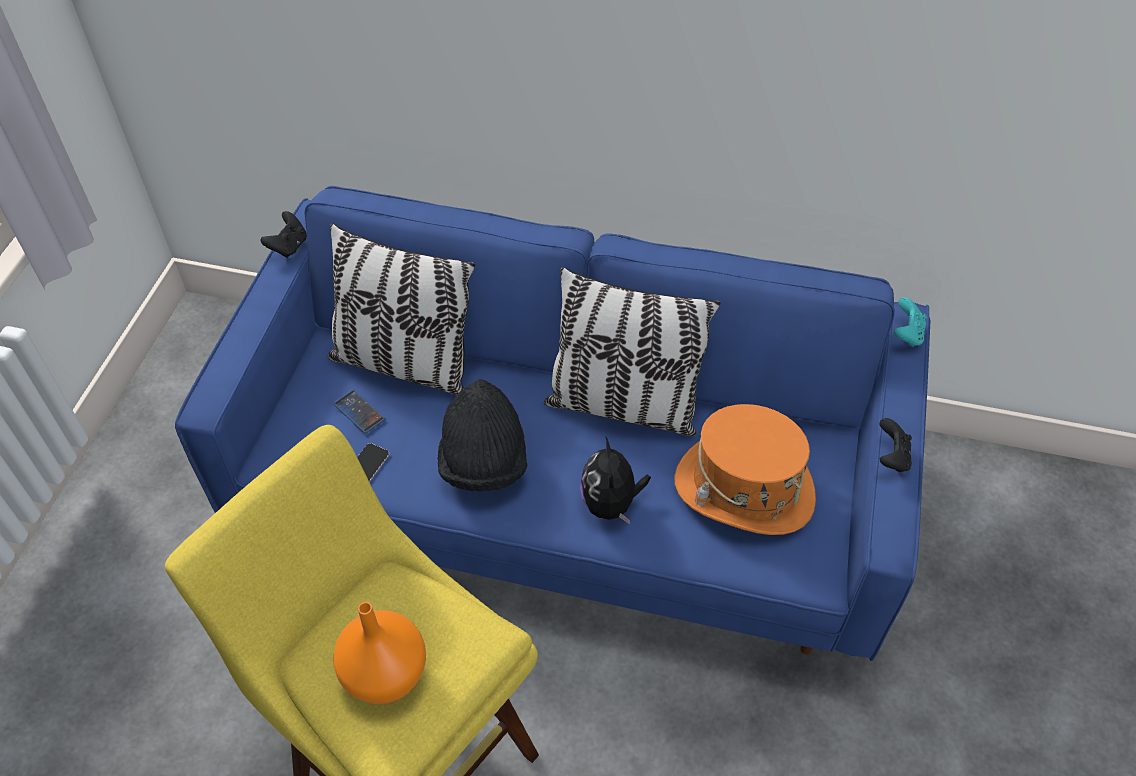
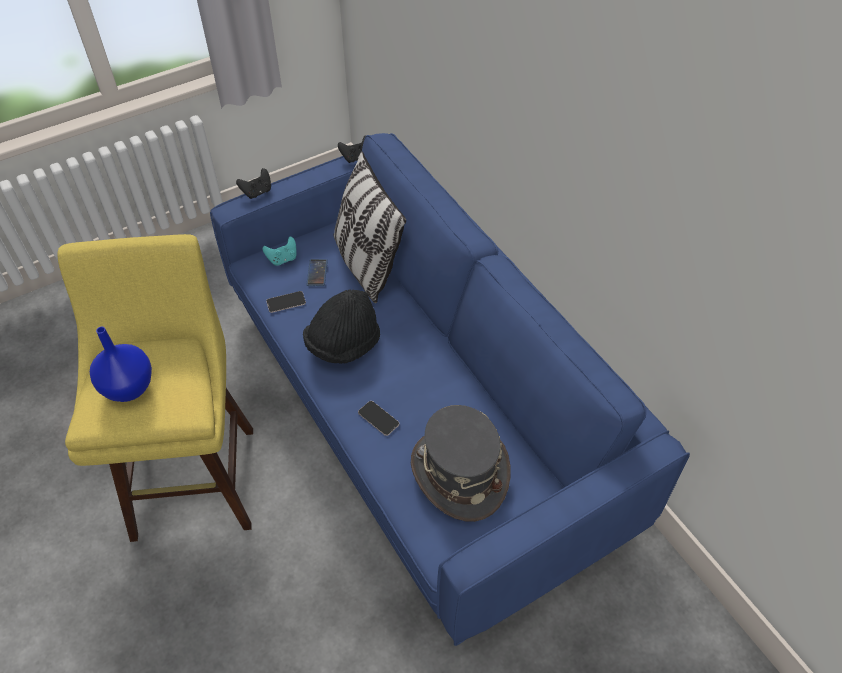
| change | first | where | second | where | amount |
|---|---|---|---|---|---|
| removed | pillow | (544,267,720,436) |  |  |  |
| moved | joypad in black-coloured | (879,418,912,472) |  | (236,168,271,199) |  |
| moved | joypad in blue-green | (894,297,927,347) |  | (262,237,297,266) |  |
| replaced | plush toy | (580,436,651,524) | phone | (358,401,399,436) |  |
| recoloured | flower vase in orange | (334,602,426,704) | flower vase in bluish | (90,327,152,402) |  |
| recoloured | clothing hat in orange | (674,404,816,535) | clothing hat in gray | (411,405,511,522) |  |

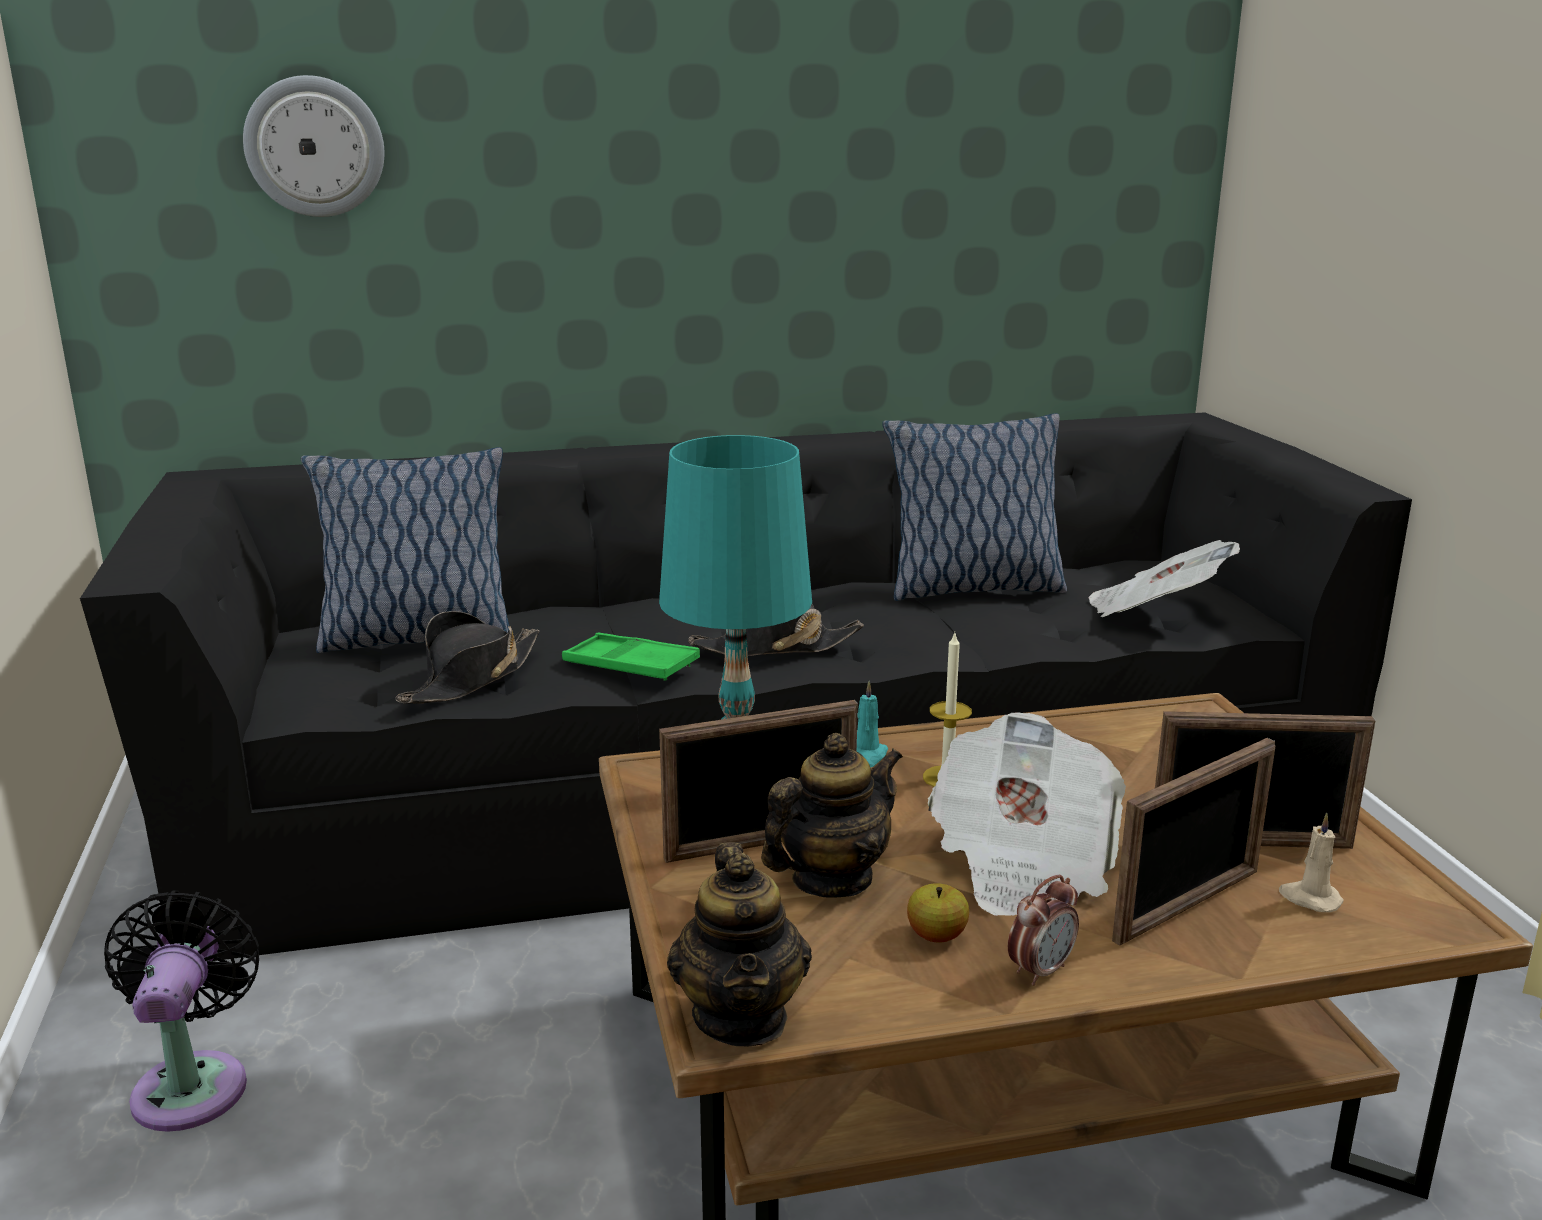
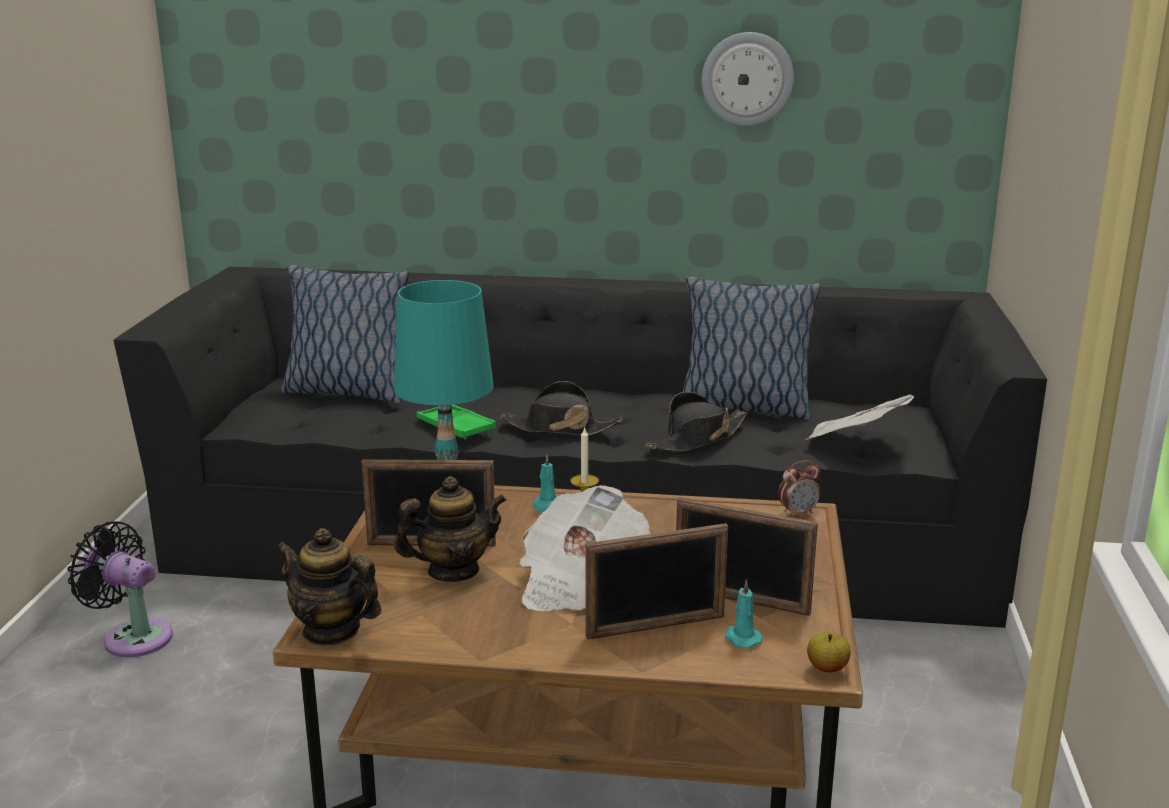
| change | first | where | second | where | amount |
|---|---|---|---|---|---|
| moved | hanging clock | (243,75,384,217) |  | (702,32,794,126) |  |
| moved | clothing hat in black-coloured | (395,611,540,704) |  | (645,392,747,451) |  |
| moved | apple fruit | (907,883,969,943) |  | (807,632,851,673) |  |
| moved | alarm clock | (1008,874,1079,986) |  | (778,460,821,517) |  |
| recoloured | wax light in beige-coloured | (1279,813,1344,912) | wax light in blue-green | (725,579,763,648) |  |
| turned | electric fan in black-coloured | (104,890,259,1132) |  | (67,521,173,657) | 75 degrees counterclockwise |
| turned | tea pot | (667,842,812,1047) |  | (276,528,381,646) | 105 degrees clockwise |

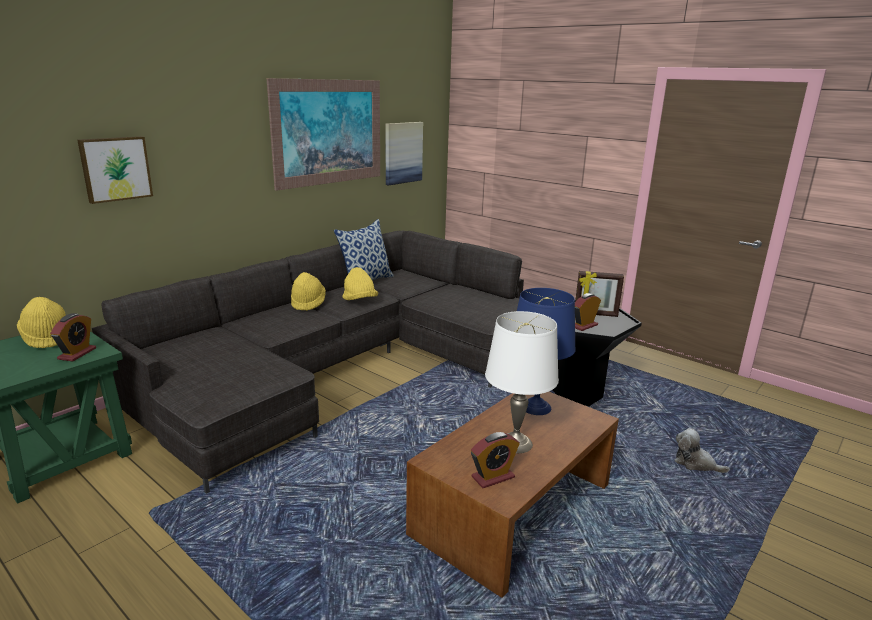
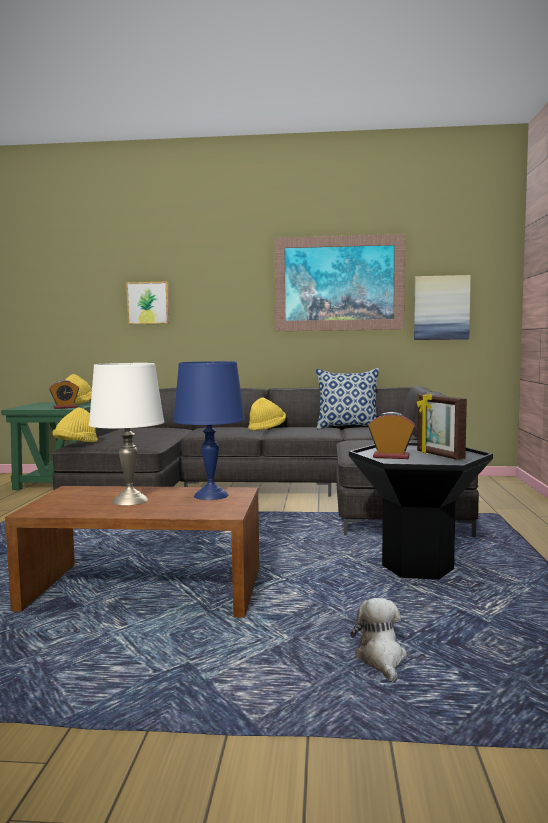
| change | first | where | second | where | amount |
|---|---|---|---|---|---|
| removed | alarm clock | (471,432,520,488) |  |  |  |
| moved | clothing hat in yellow | (343,267,378,300) |  | (52,408,98,442) |  |

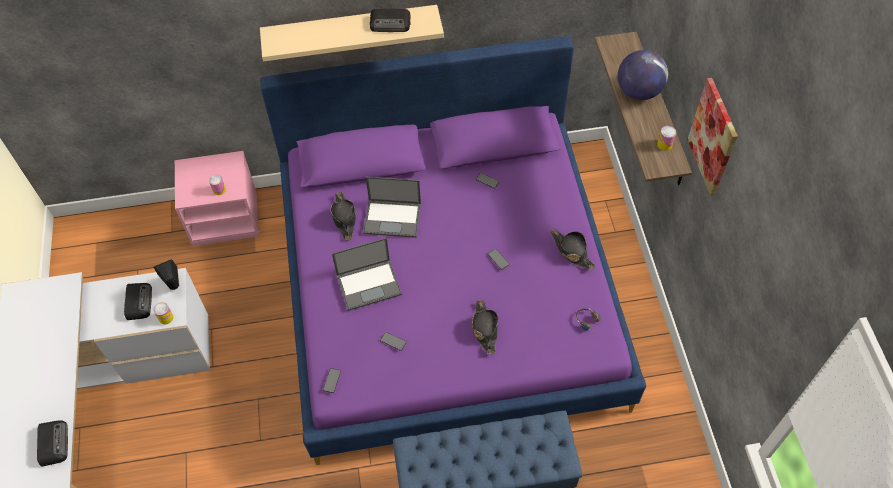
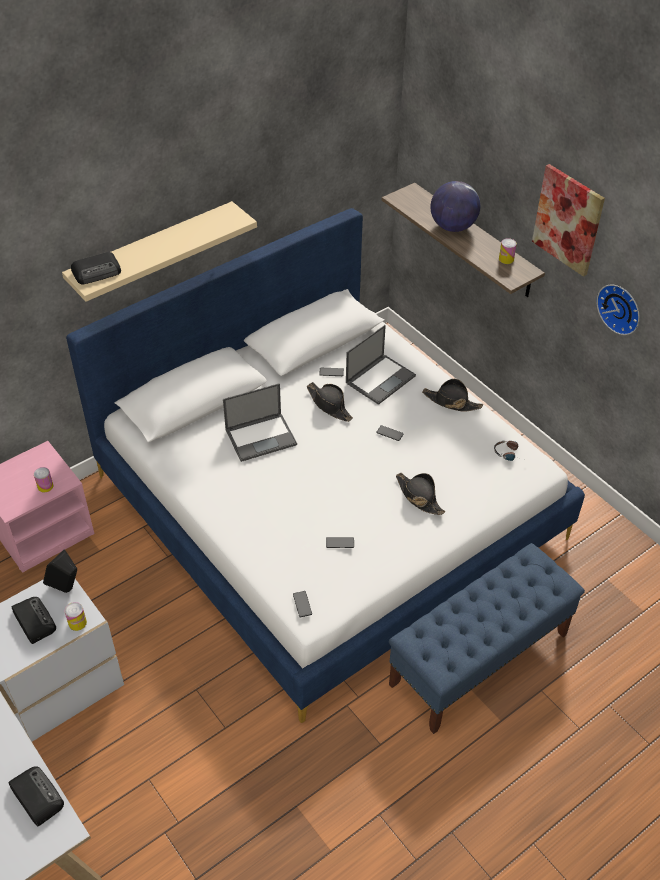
| change | first | where | second | where | amount |
|---|---|---|---|---|---|
| added |  |  | hanging clock | (597,284,640,335) |  |
| moved | clothing hat in black-coloured | (331,192,356,241) |  | (307,382,353,422) |  |
| moved | portable computer | (332,238,402,311) |  | (346,325,416,405) |  |
| moved | radio | (370,9,411,32) |  | (71,252,121,285) |  |
| recoloured | sleeping bed in purple-coloured | (260,36,646,465) | sleeping bed in white-coloured | (66,208,585,723) |  |

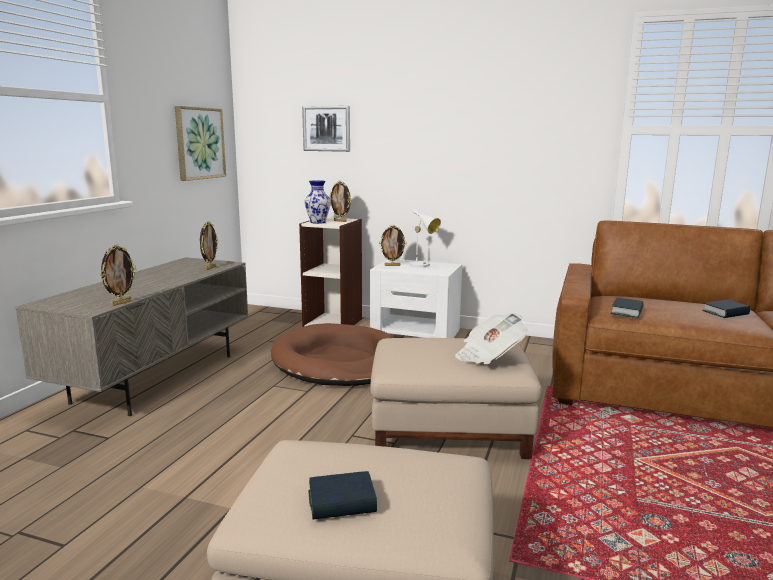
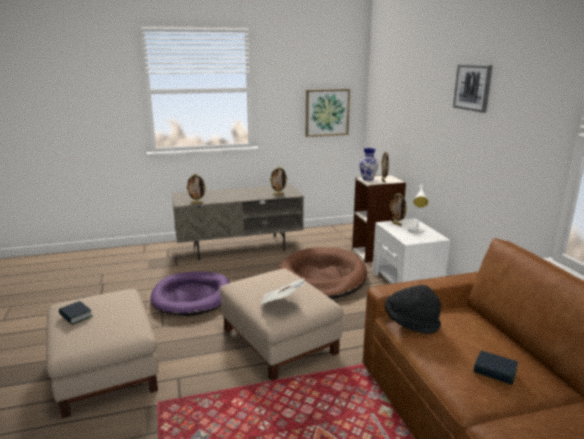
| change | first | where | second | where | amount |
|---|---|---|---|---|---|
| added |  |  | dog bed in purple-coloured | (150,271,230,316) |  |
| moved | picture | (302,106,350,152) |  | (453,64,493,113) |  |
| replaced | volume | (611,298,644,318) | clothing hat in black-coloured | (385,285,441,334) |  |

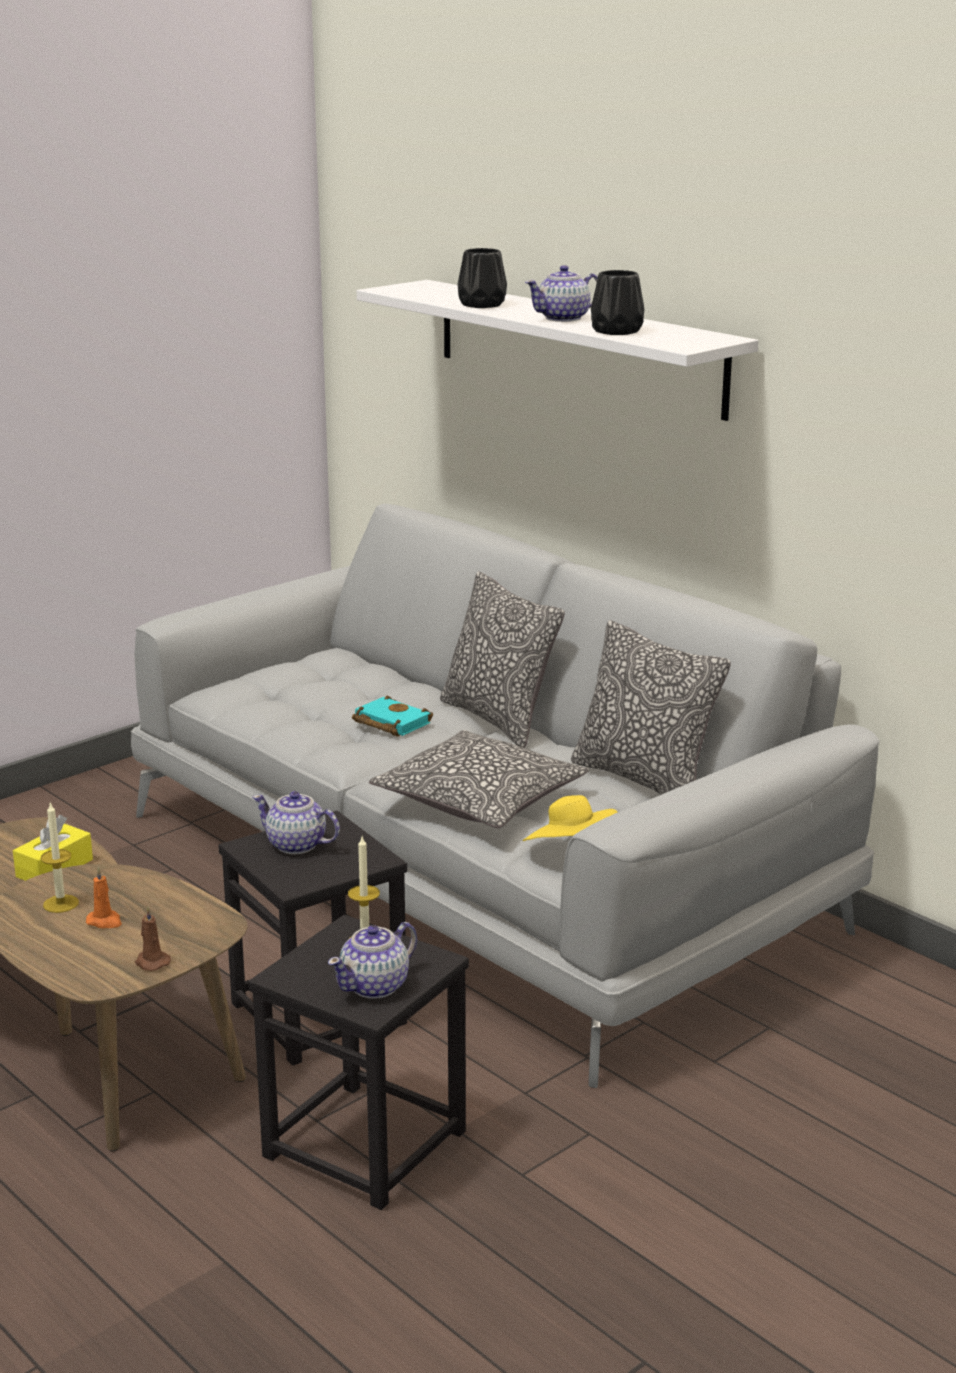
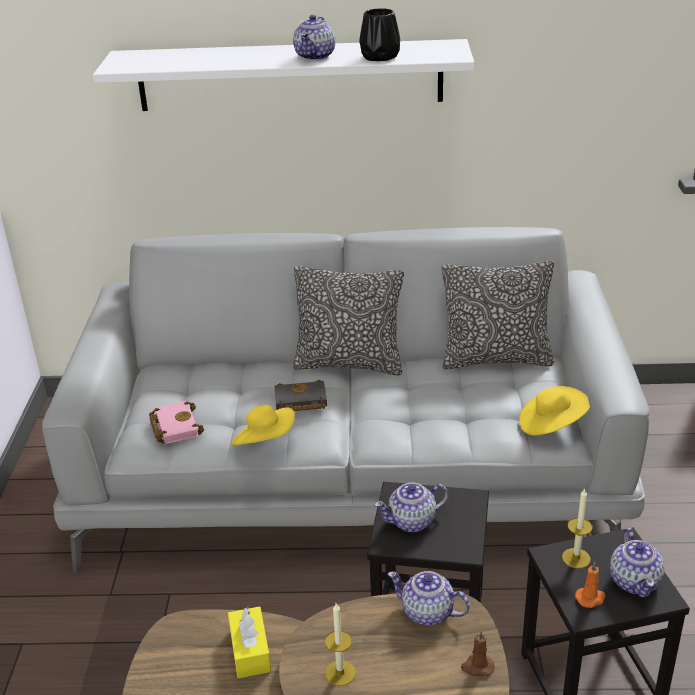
| change | first | where | second | where | amount |
|---|---|---|---|---|---|
| removed | pillow | (369,730,589,828) |  |  |  |
| removed | flower vase in black-coloured | (457,248,507,308) |  |  |  |
| added |  |  | volume in pink | (149,401,204,444) |  |
| added |  |  | clothing hat in yellow | (231,405,295,445) |  |
| added |  |  | tea pot | (387,571,470,626) |  |
| moved | wax light in orange | (86,867,122,928) |  | (575,562,605,608) |  |
| recoloured | volume in blue-green | (352,695,433,737) | volume in black-coloured | (274,380,327,411) |  |

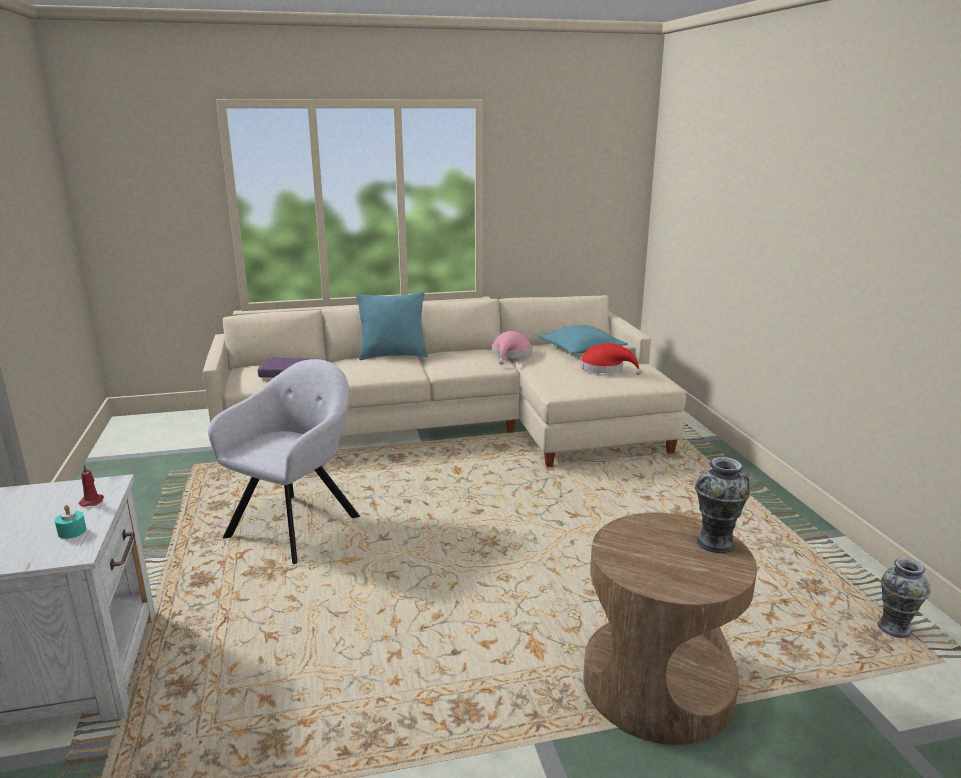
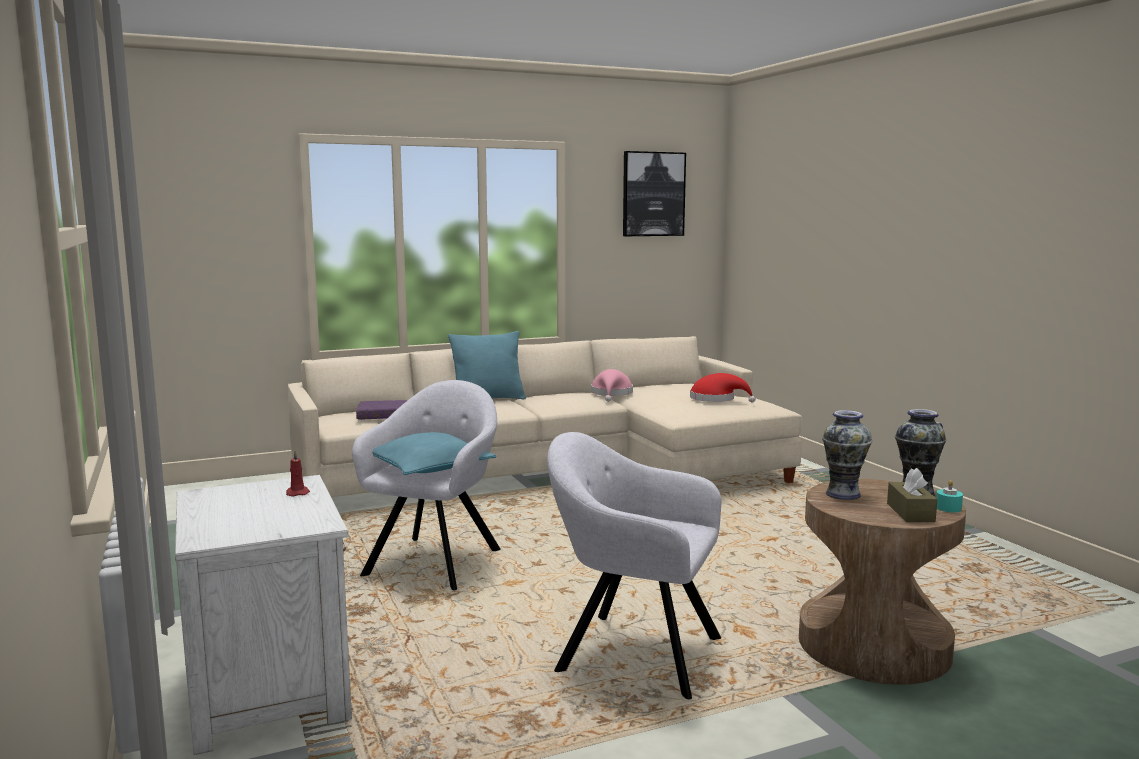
| change | first | where | second | where | amount |
|---|---|---|---|---|---|
| added |  |  | easy chair in gray | (547,432,722,699) |  |
| added |  |  | picture | (623,151,686,236) |  |
| added |  |  | tissue holder in brownish | (887,468,937,522) |  |
| moved | wax light in blue-green | (54,505,86,539) |  | (936,480,963,512) |  |
| moved | pillow in blue-green | (538,325,628,354) |  | (372,432,496,475) |  |
| moved | flower vase | (878,558,930,638) |  | (822,410,872,500) |  |

